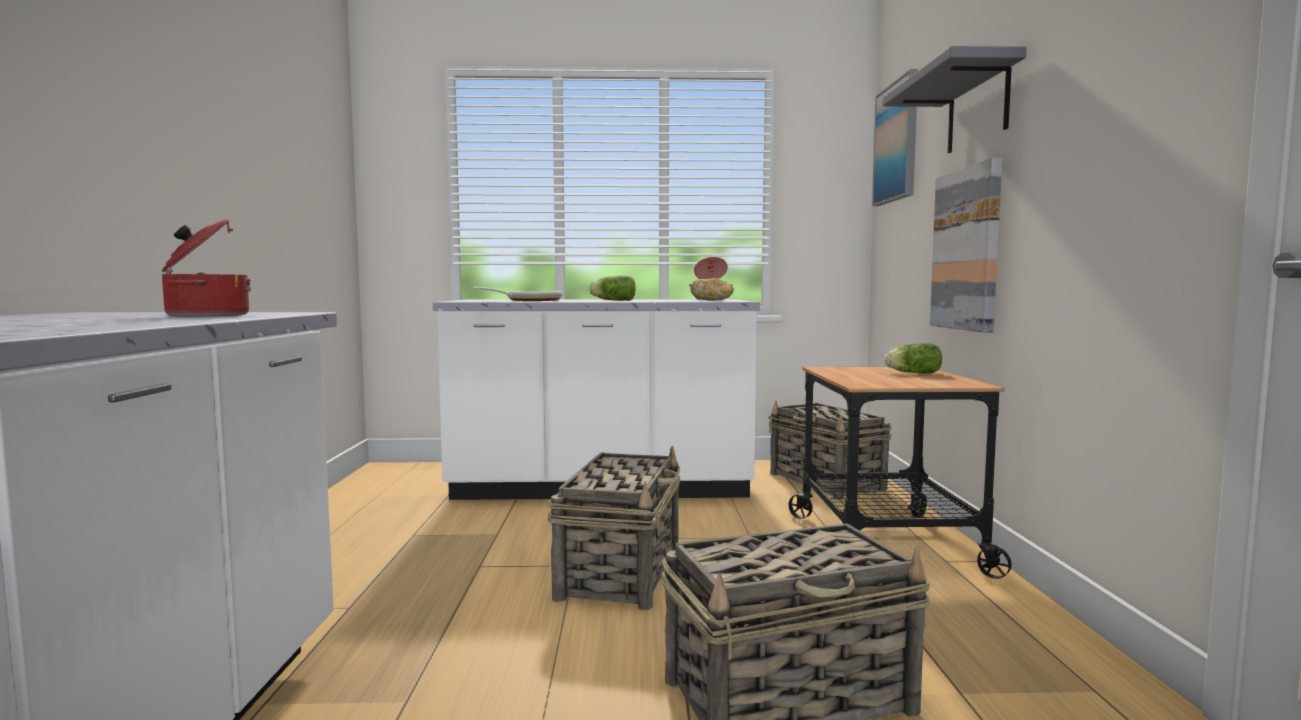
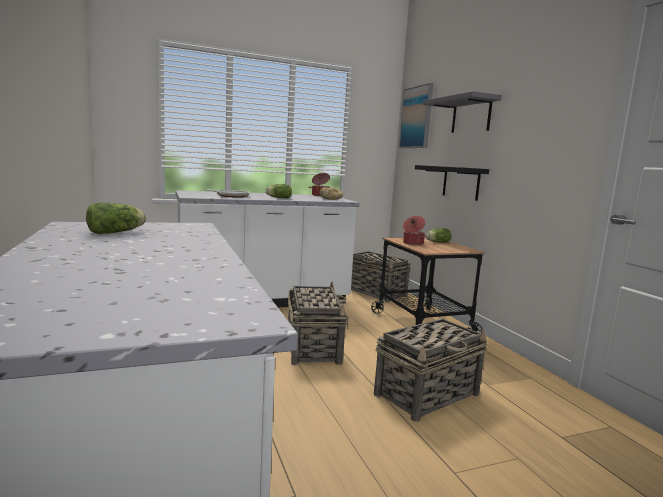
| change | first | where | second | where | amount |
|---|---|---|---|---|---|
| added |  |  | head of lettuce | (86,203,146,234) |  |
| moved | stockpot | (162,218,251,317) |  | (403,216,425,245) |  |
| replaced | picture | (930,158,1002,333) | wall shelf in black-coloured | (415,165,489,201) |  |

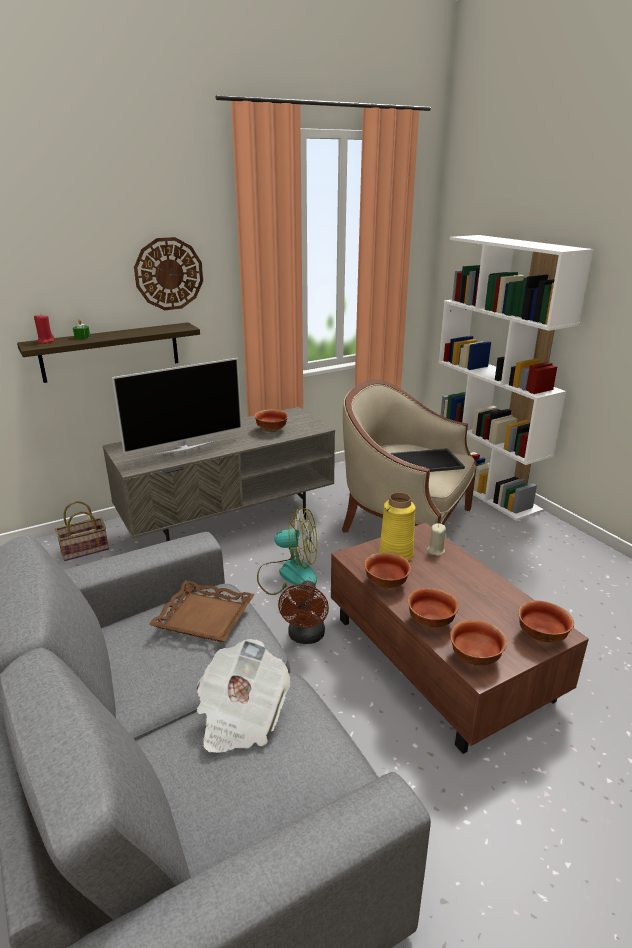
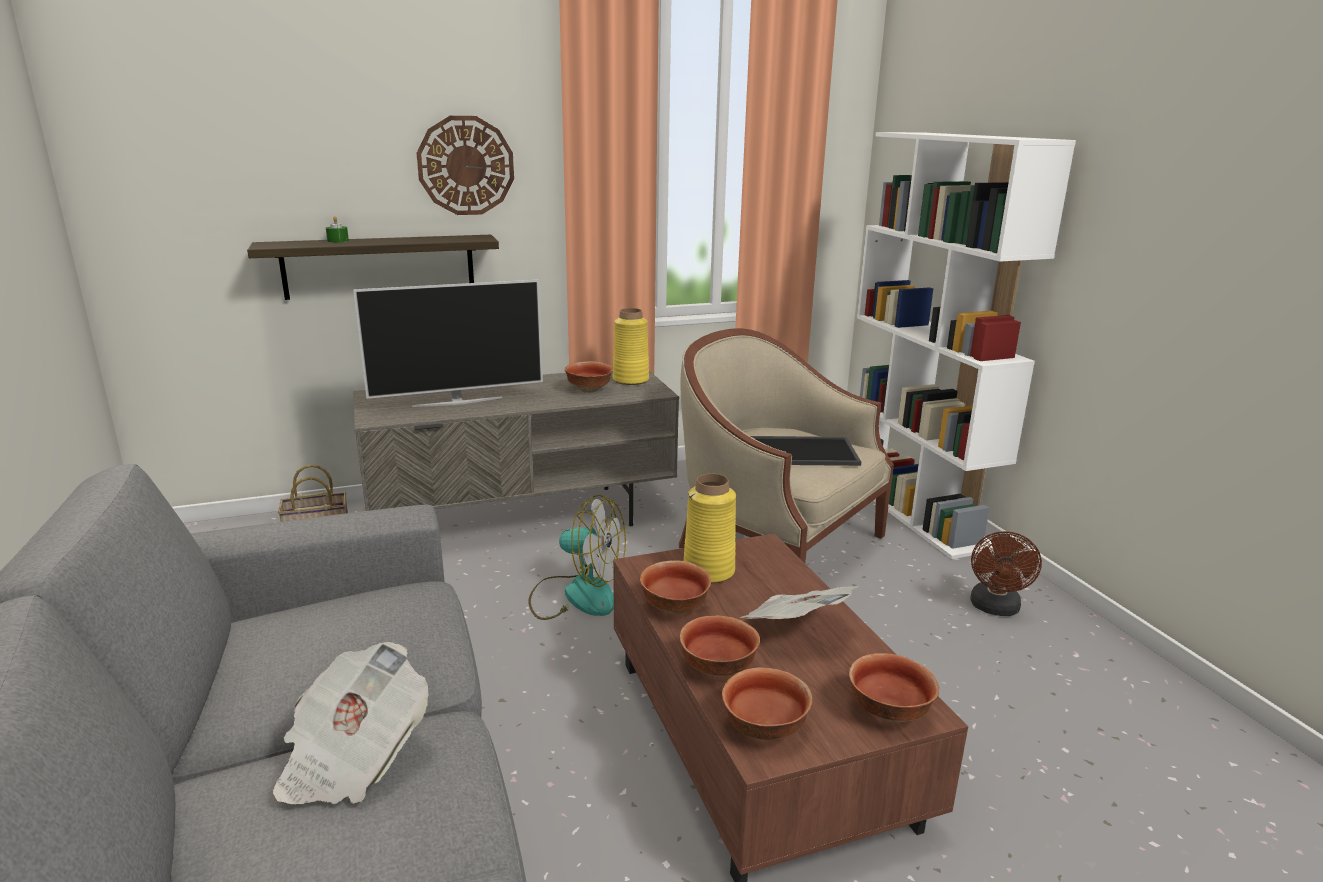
| change | first | where | second | where | amount |
|---|---|---|---|---|---|
| removed | wax light in reddish | (34,315,55,344) |  |  |  |
| removed | serving tray in brownish | (149,580,255,642) |  |  |  |
| removed | wax light in beige-coloured | (427,524,446,556) |  |  |  |
| added |  |  | flower vase in yellow | (613,308,649,385) |  |
| added |  |  | daily paper | (740,586,859,619) |  |
| moved | electric fan in brownish | (278,580,329,644) |  | (970,531,1042,616) |  |

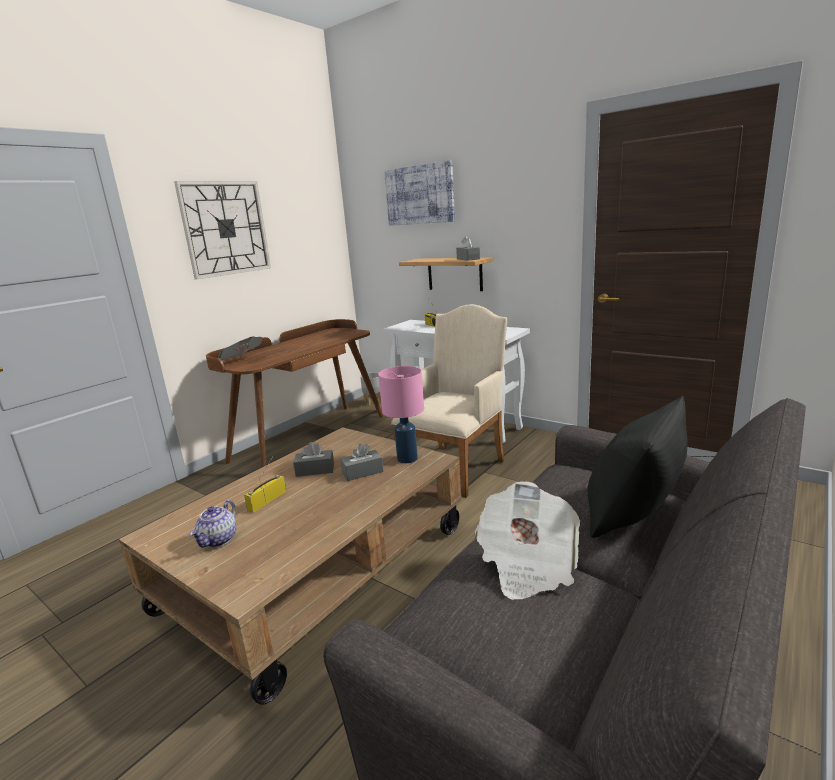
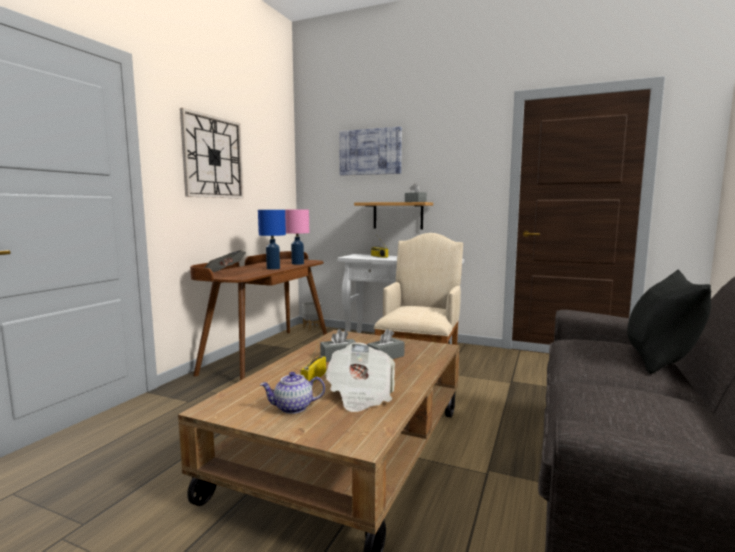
| change | first | where | second | where | amount |
|---|---|---|---|---|---|
| added |  |  | tabletop lamp in bluish | (258,210,286,270) |  |
| moved | tabletop lamp in pink | (378,366,424,463) |  | (285,210,309,265) |  |
| moved | daily paper | (475,482,580,600) |  | (325,342,395,412) |  |
| turned | tea pot | (190,500,236,548) |  | (260,372,325,414) | 75 degrees clockwise |

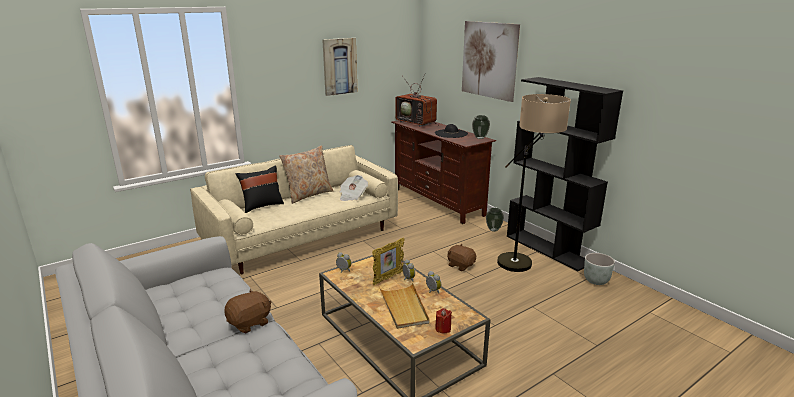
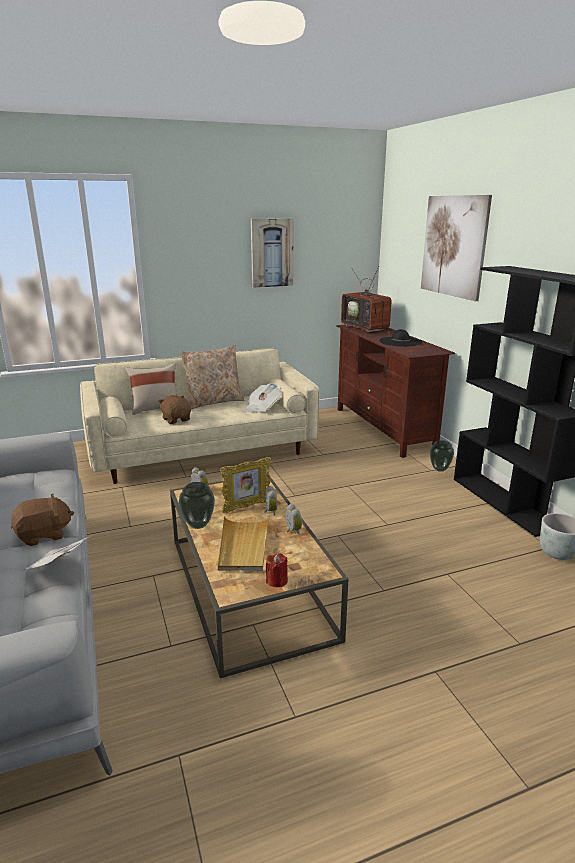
| change | first | where | second | where | amount |
|---|---|---|---|---|---|
| removed | standing lamp | (497,94,571,272) |  |  |  |
| added |  |  | daily paper | (23,536,91,571) |  |
| moved | plush toy in brownish | (447,244,476,271) |  | (158,395,191,424) |  |
| moved | flower vase | (472,115,490,139) |  | (179,482,215,529) |  |
| recoloured | pillow in black-coloured | (235,166,284,213) | pillow in beige-coloured | (125,363,176,415) |  |

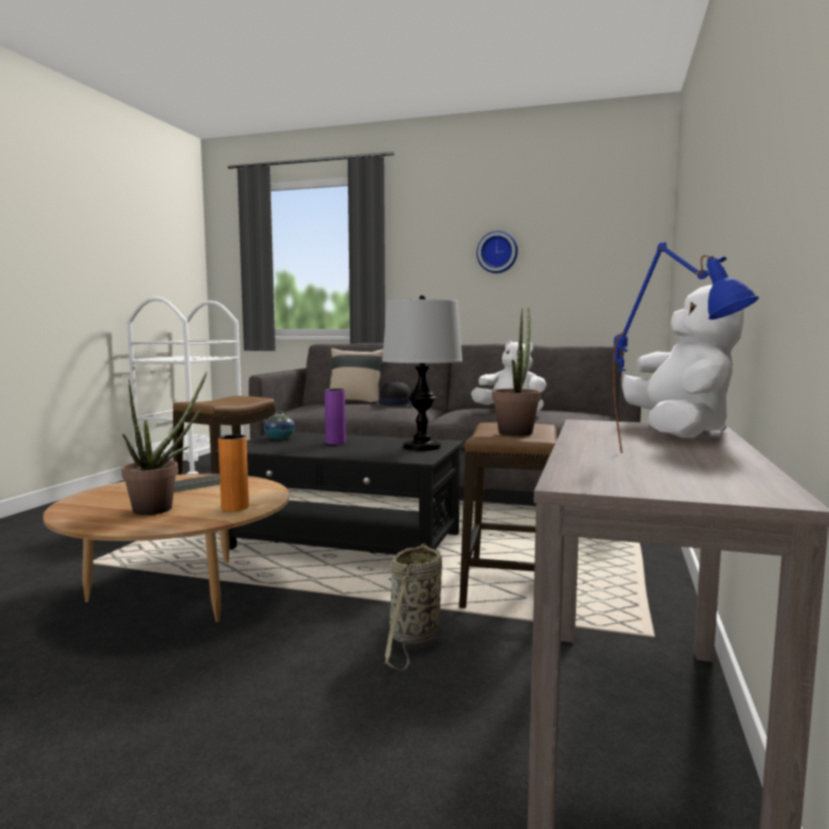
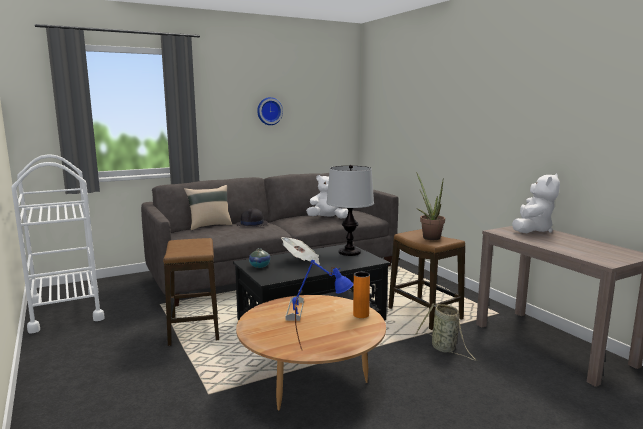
| change | first | where | second | where | amount |
|---|---|---|---|---|---|
| removed | plant in a pot | (121,372,207,515) |  |  |  |
| moved | tabletop lamp in bluish | (612,242,759,453) |  | (292,260,353,351) |  |
| replaced | flower vase in purple-coloured | (325,389,346,445) | daily paper | (281,237,320,265) |  |
| turned | plush toy in white-coloured | (622,285,744,438) |  | (512,173,560,233) | 75 degrees clockwise |

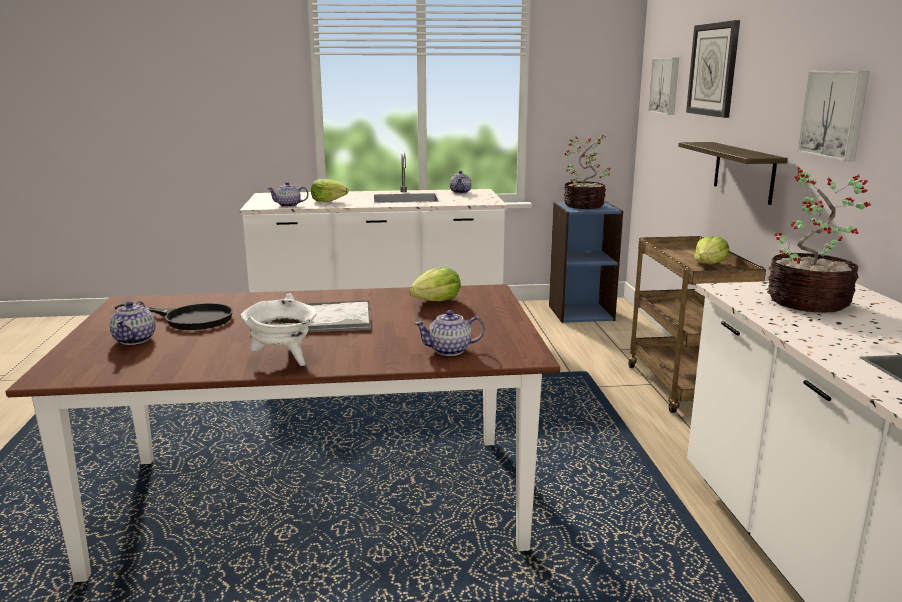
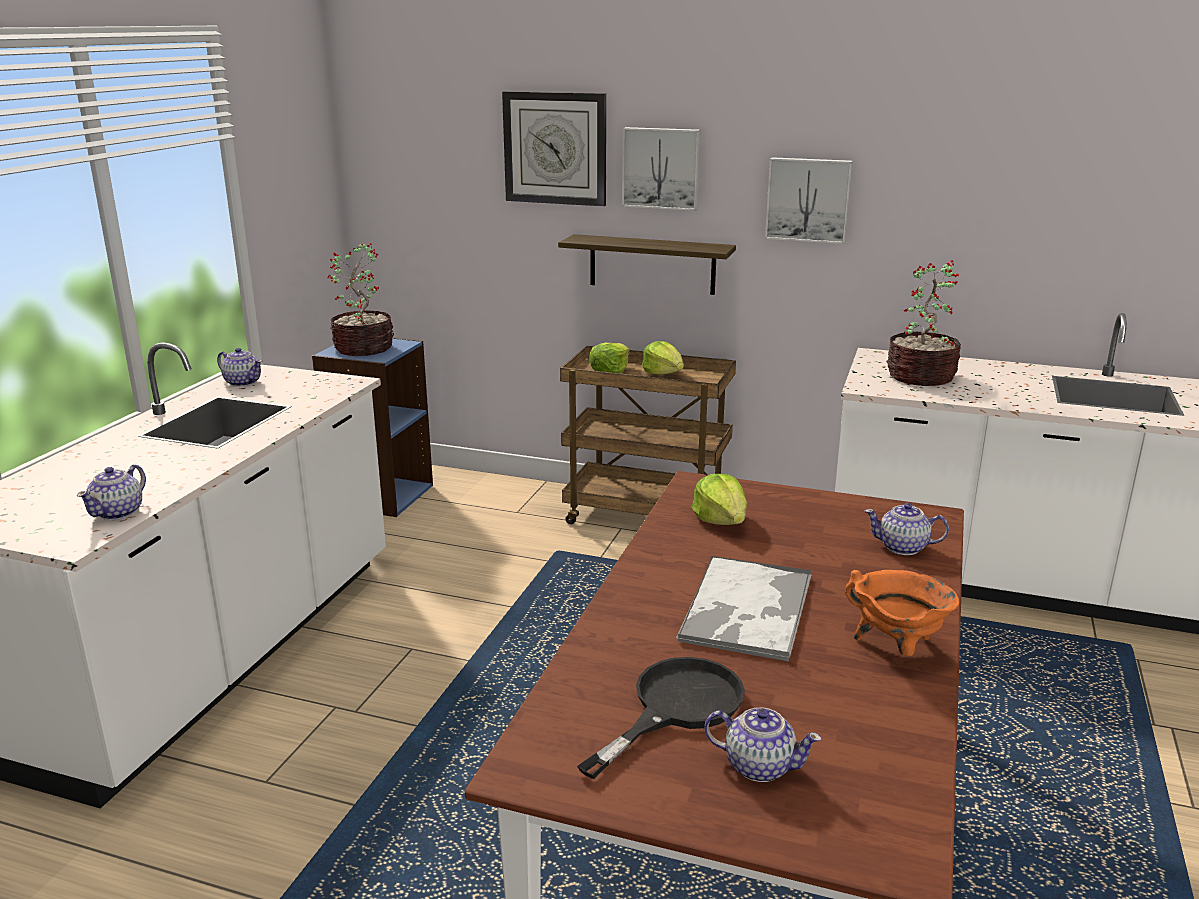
| change | first | where | second | where | amount |
|---|---|---|---|---|---|
| moved | head of lettuce | (311,179,348,202) |  | (589,343,630,373) |  |
| moved | picture | (648,58,679,115) |  | (622,127,701,211) |  |
| recoloured | stockpot in white-coloured | (240,293,317,366) | stockpot in orange | (845,570,959,656) |  |
| turned | tea pot | (414,310,485,356) |  | (864,503,949,555) | 90 degrees clockwise |

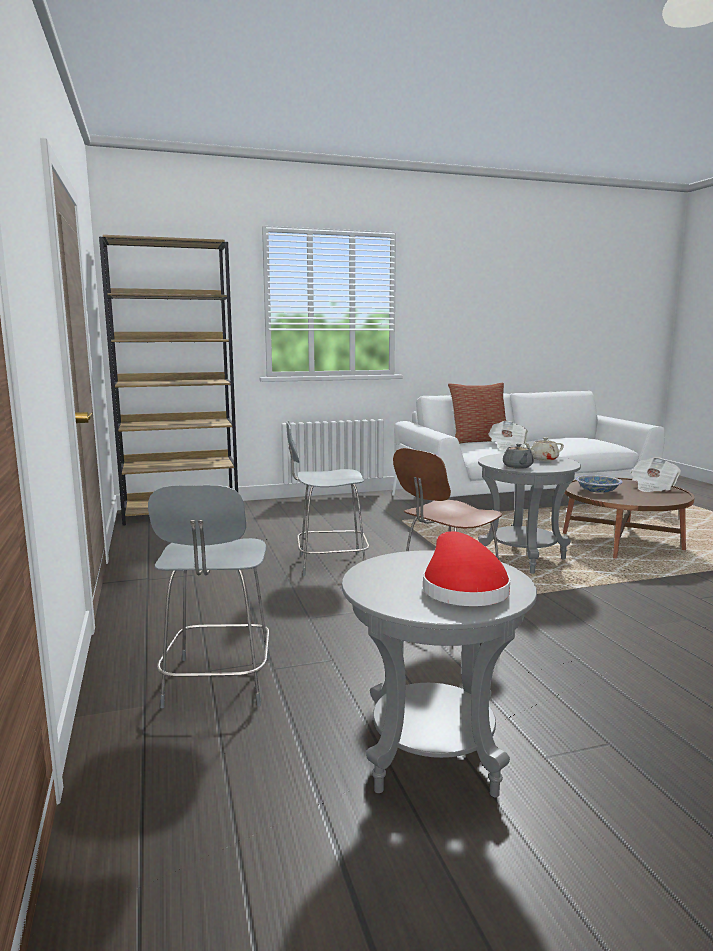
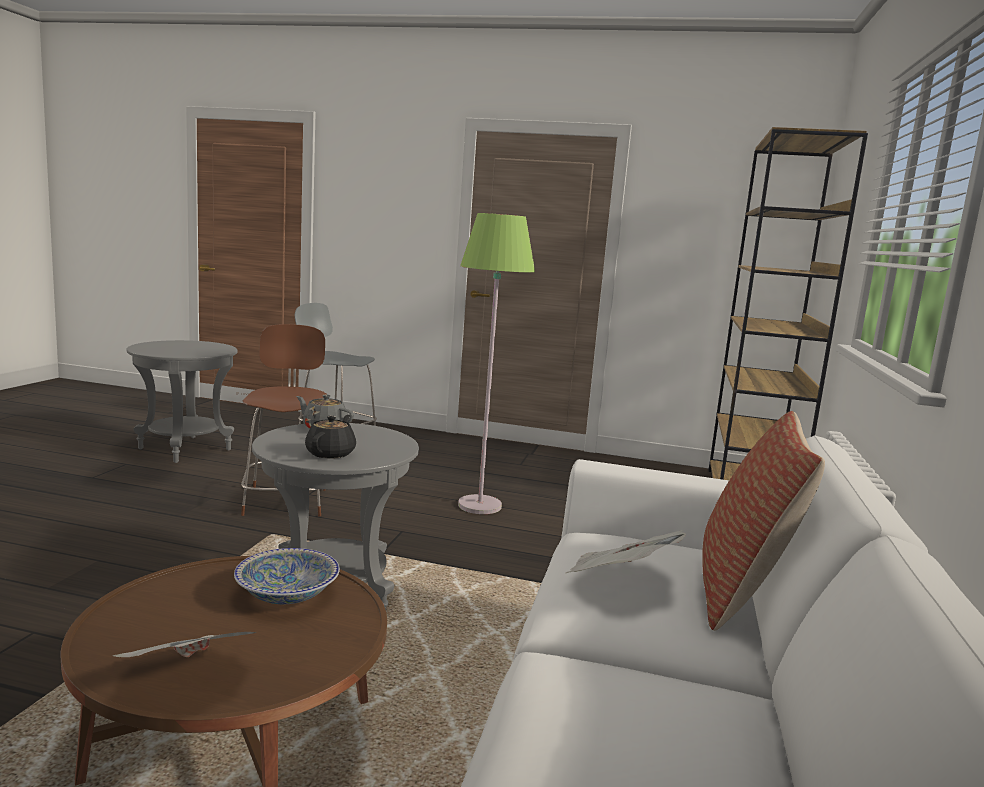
| change | first | where | second | where | amount |
|---|---|---|---|---|---|
| removed | clothing hat in reddish | (423,531,510,606) |  |  |  |
| replaced | sitting stool in gray | (286,421,369,576) | standing lamp in green-coloured | (458,213,535,514) |  |
| recoloured | tea pot in beige-coloured | (524,437,564,461) | tea pot in black-coloured | (305,415,356,459) |  |

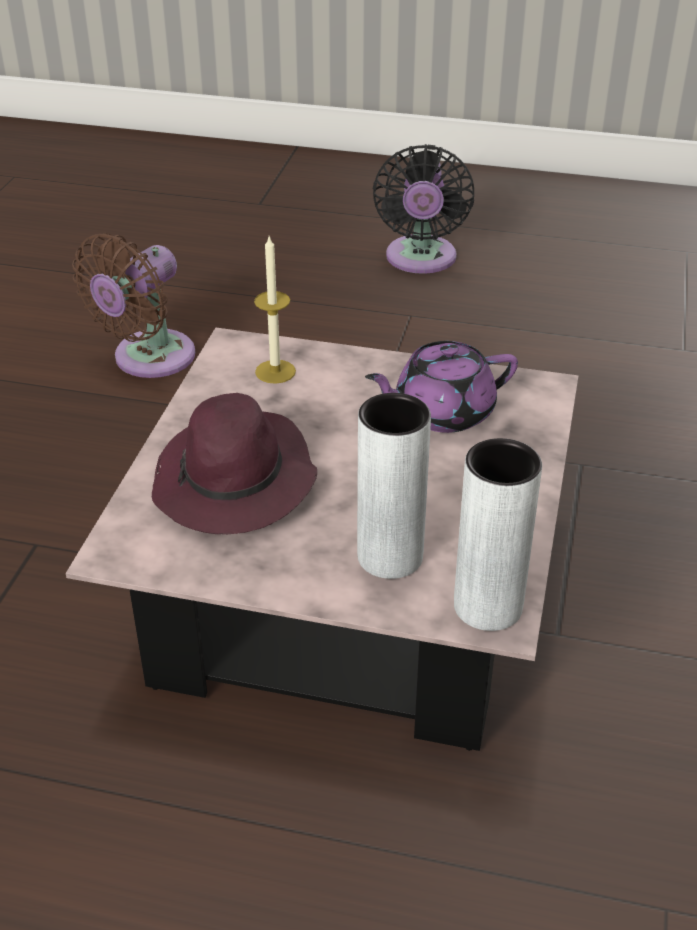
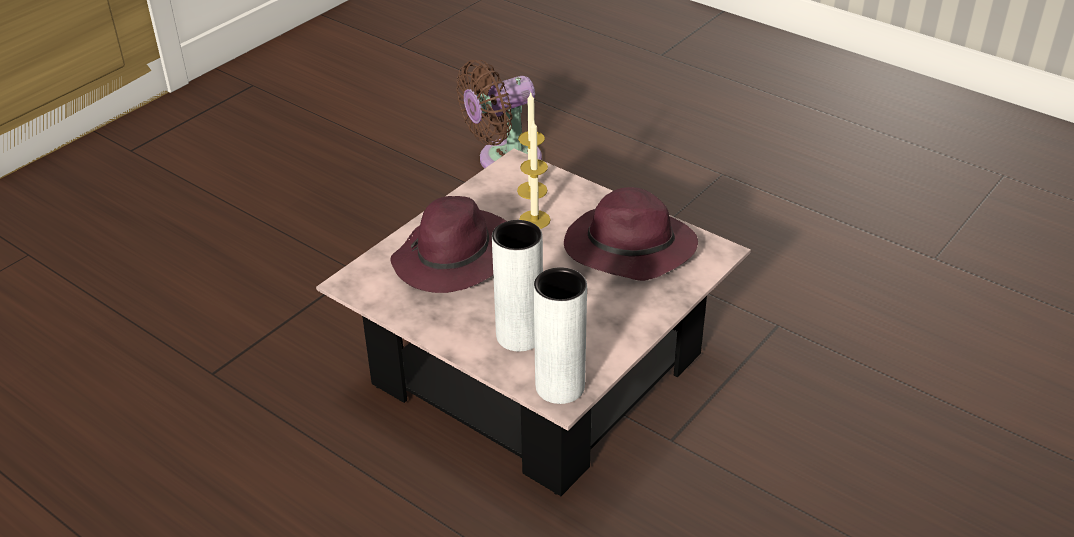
| change | first | where | second | where | amount |
|---|---|---|---|---|---|
| removed | electric fan in black-coloured | (373,144,474,274) |  |  |  |
| added |  |  | wax light | (519,119,551,229) |  |
| replaced | tea pot in purple-coloured | (365,341,518,433) | clothing hat in purple-coloured | (564,187,698,281) |  |

